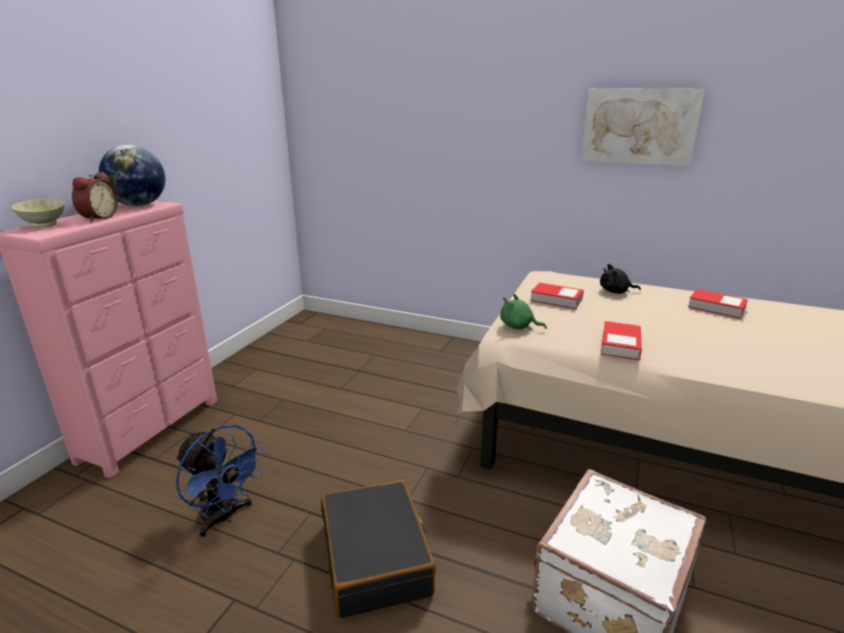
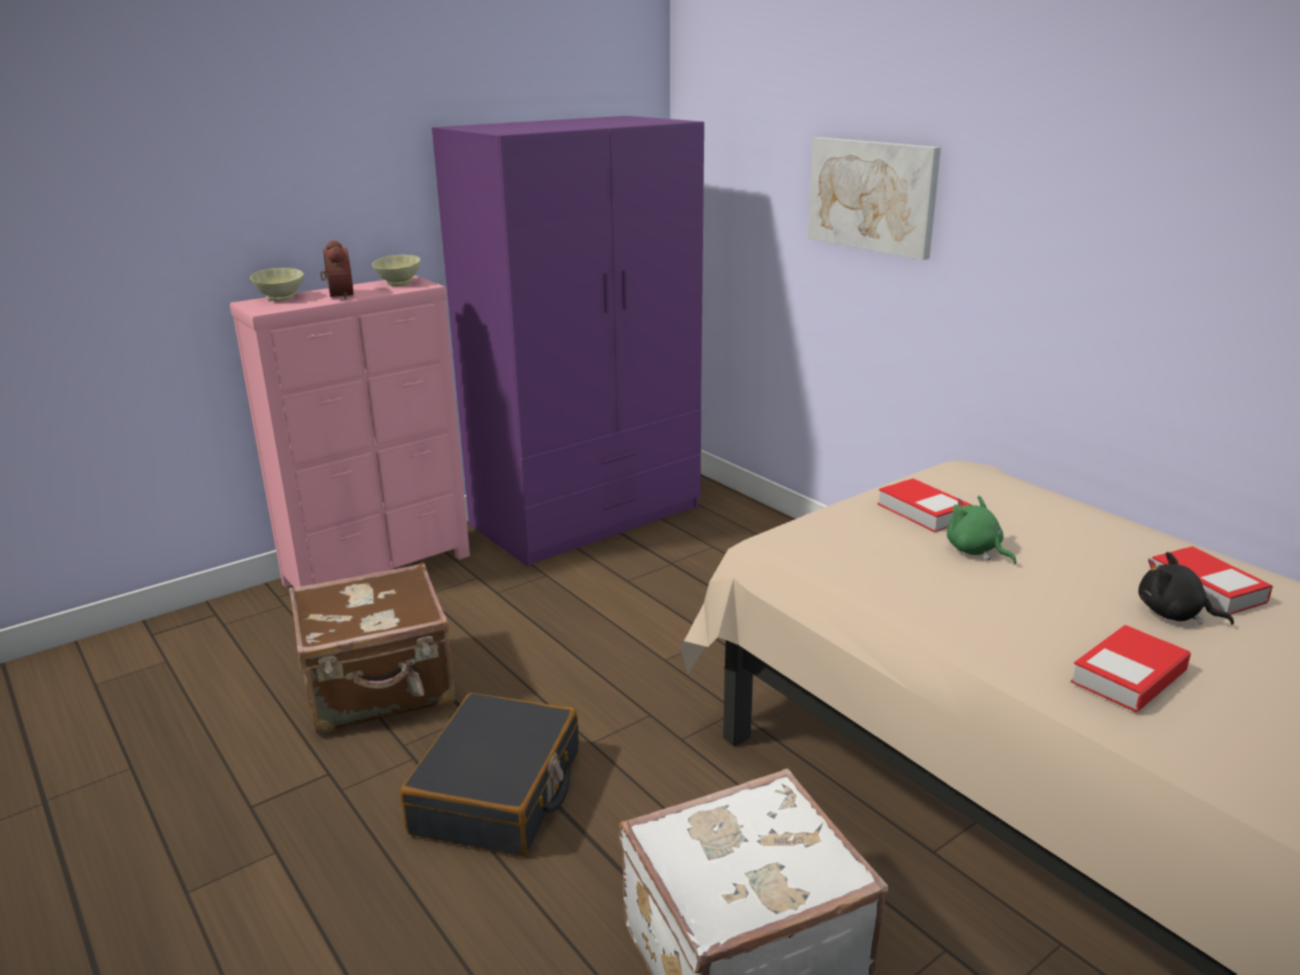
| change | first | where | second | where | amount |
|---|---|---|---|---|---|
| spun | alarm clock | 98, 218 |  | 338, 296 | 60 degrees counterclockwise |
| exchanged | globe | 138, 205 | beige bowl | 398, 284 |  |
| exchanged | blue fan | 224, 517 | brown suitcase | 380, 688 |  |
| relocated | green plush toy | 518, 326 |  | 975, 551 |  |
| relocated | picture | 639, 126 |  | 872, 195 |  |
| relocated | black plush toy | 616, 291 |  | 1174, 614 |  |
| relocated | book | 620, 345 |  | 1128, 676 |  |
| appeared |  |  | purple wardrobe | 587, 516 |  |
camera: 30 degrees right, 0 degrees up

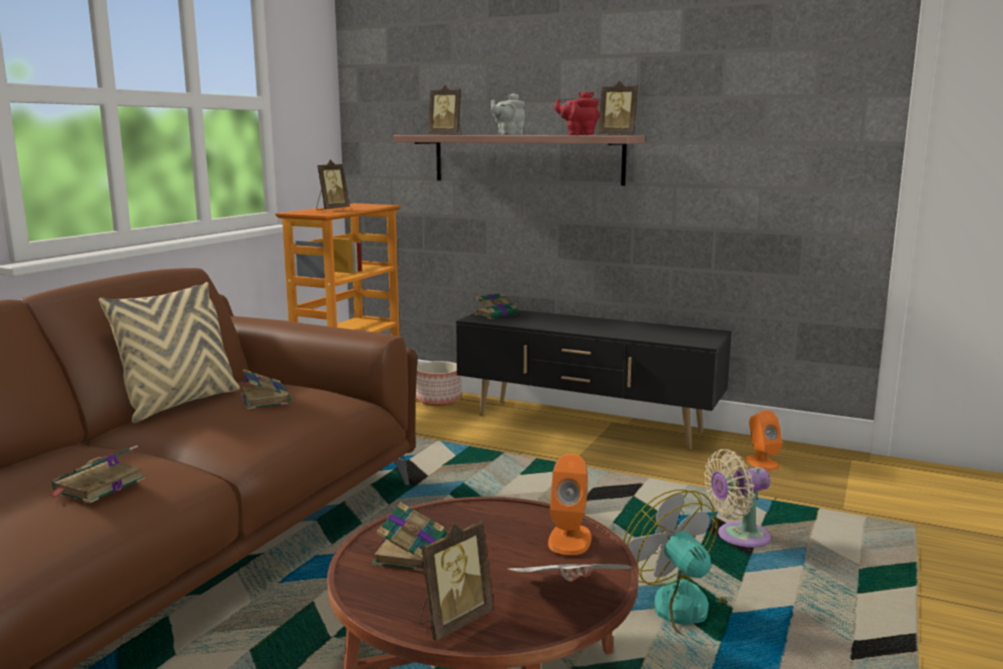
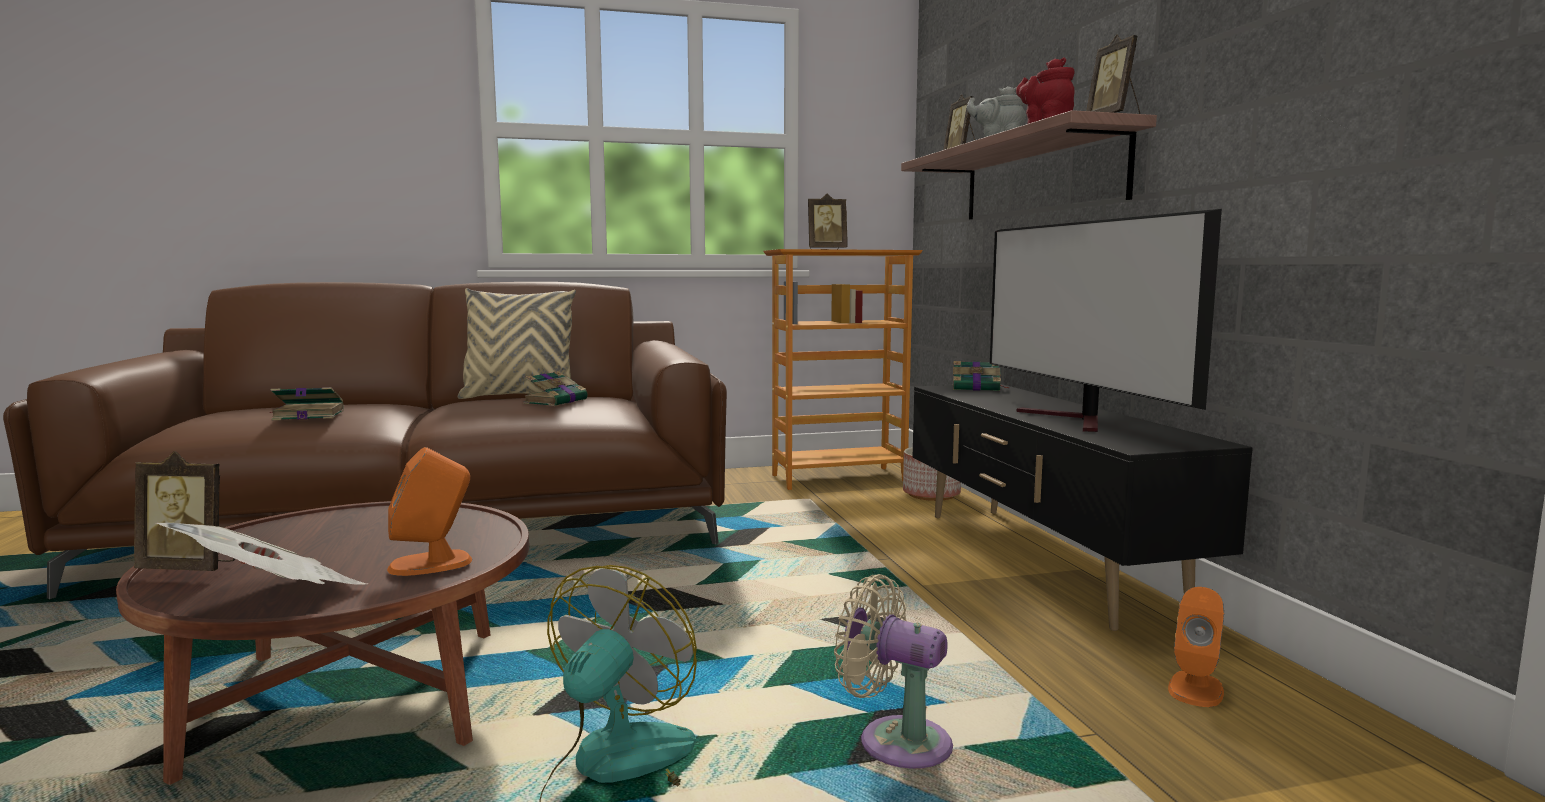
| change | first | where | second | where | amount |
|---|---|---|---|---|---|
| missing | book | 411, 551 |  |  |  |
| appeared |  |  | television | 1076, 421 |  |
camera: 50 degrees right, 5 degrees down

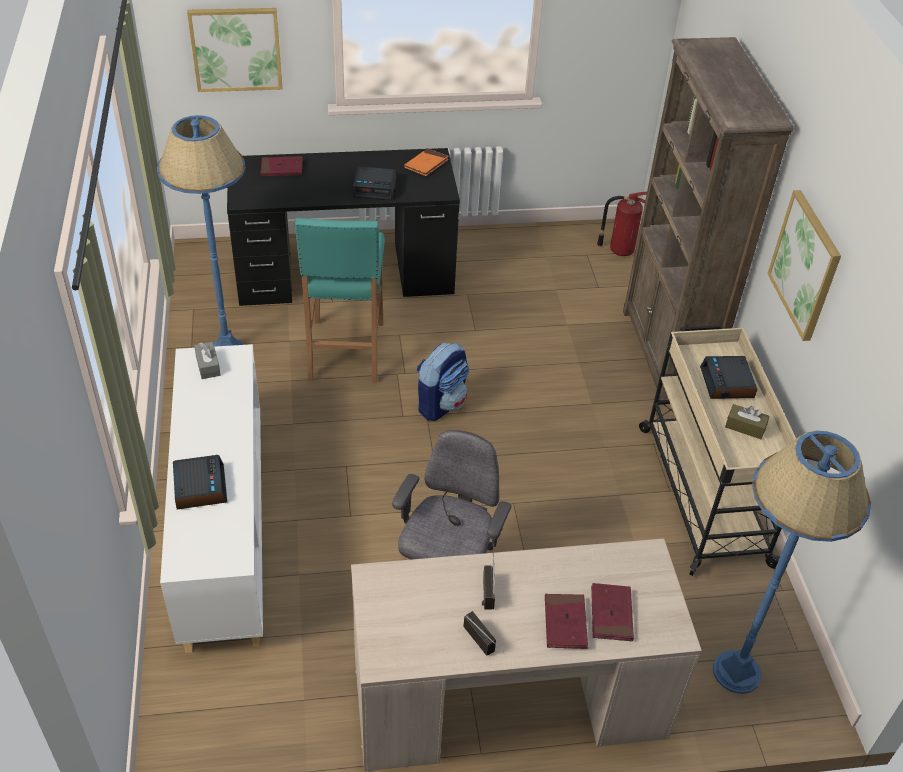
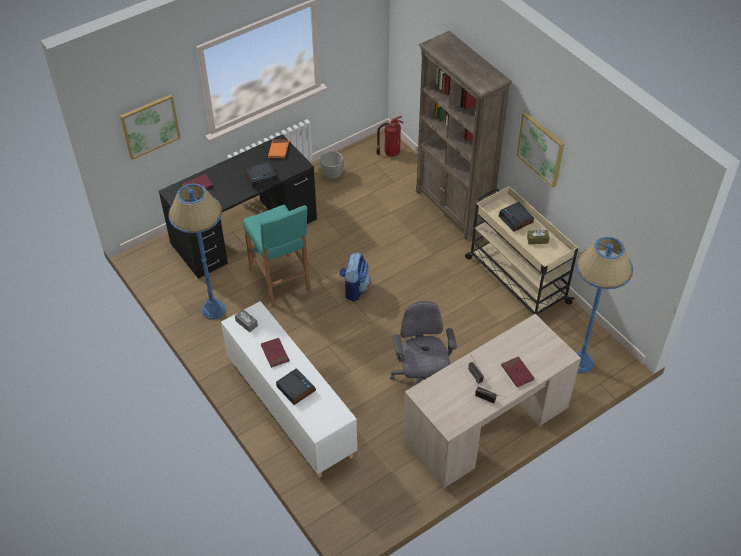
| change | first | where | second | where | amount |
|---|---|---|---|---|---|
| relocated | red book | 611, 614 |  | 275, 353 |  |
| appeared |  |  | planter | 332, 174 |  |
camera: 25 degrees left, 5 degrees up

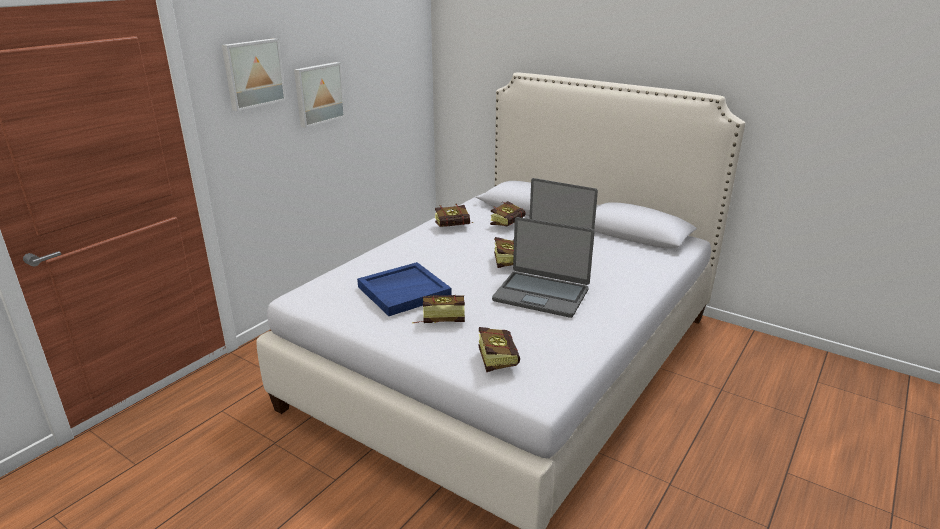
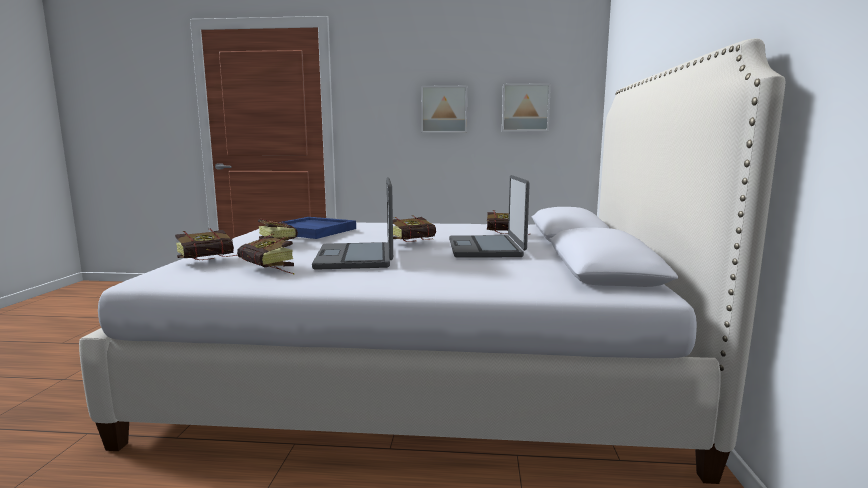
| change | first | where | second | where | amount |
|---|---|---|---|---|---|
| relocated | picture | 253, 73 |  | 525, 108 |  |
| relocated | book | 456, 227 |  | 270, 270 |  |
camera: 60 degrees right, 15 degrees down

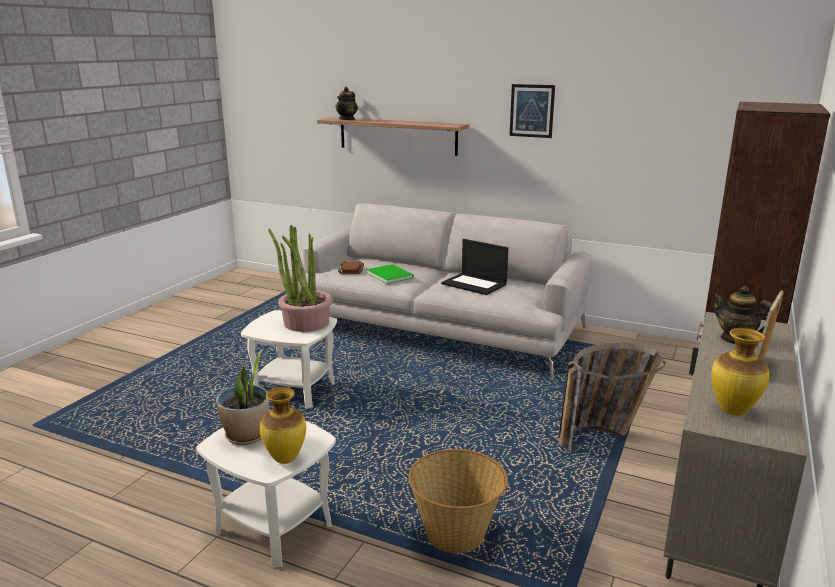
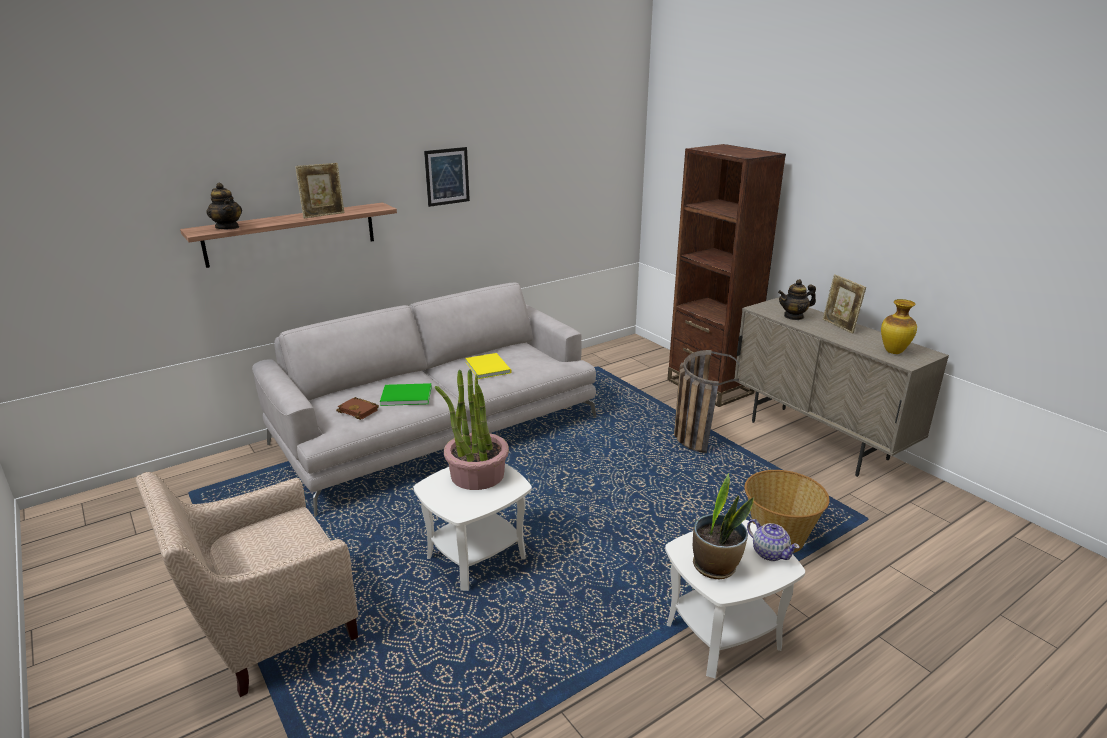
| change | first | where | second | where | amount |
|---|---|---|---|---|---|
| exchanged | vase | 286, 459 | teapot | 769, 553 |  |
| exchanged | laptop | 475, 284 | yellow book | 488, 366 |  |
| appeared |  |  | beige armchair | 267, 629 |  |
| appeared |  |  | picture frame | 324, 215 |  |
camera: 60 degrees left, 5 degrees up

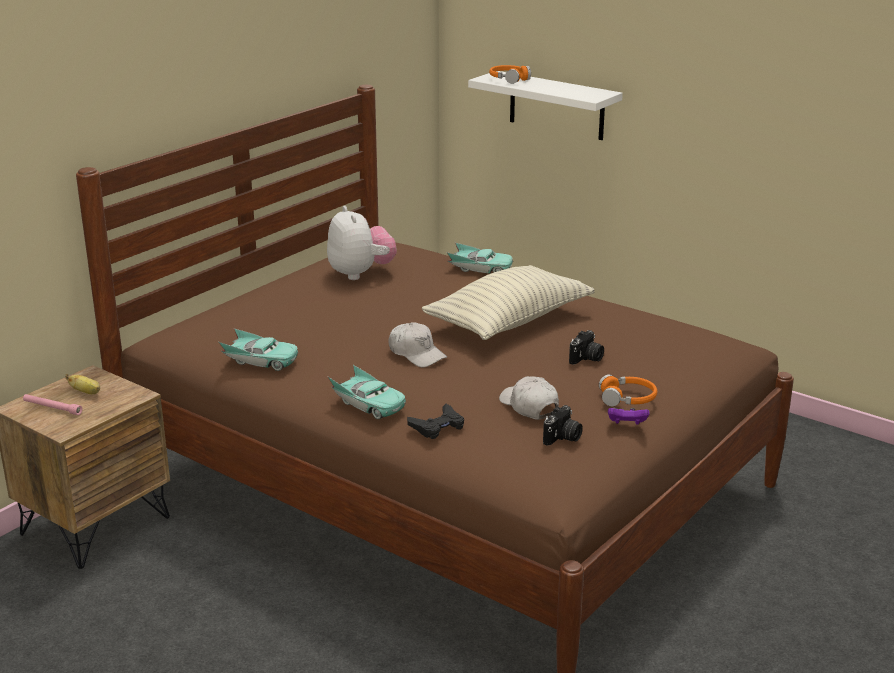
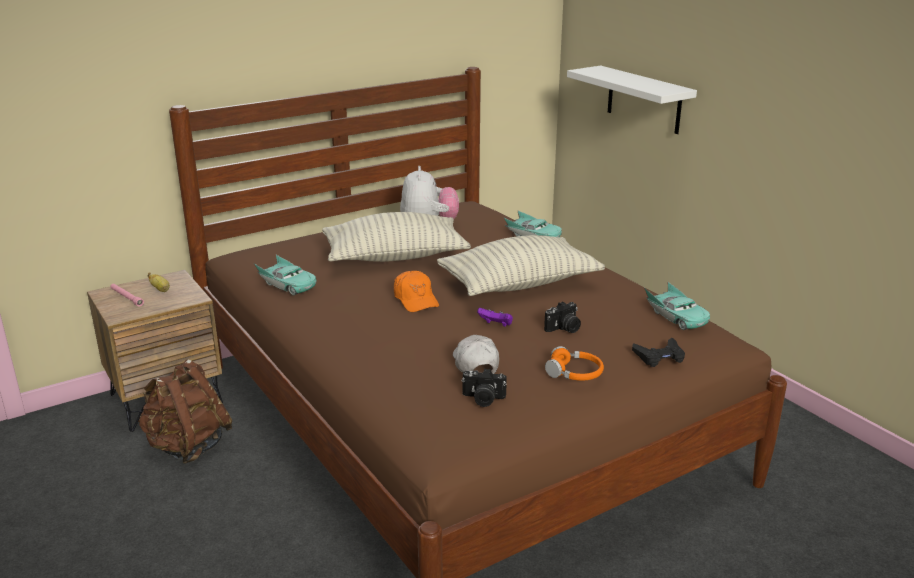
| change | first | where | second | where | amount |
|---|---|---|---|---|---|
| relocated | turquoise toy car | 368, 404 |  | 676, 316 |  |
| colour | white cap | 416, 354 | orange cap | 415, 299 |  |
| relocated | black game controller | 437, 426 |  | 659, 357 |  |
| missing | orange headphones | 509, 79 |  |  |  |
| spun | photo camera | 563, 438 |  | 483, 399 | 45 degrees clockwise |
| relocated | purple game controller | 627, 424 |  | 496, 325 |  |
| appeared |  |  | brown backpack | 188, 447 |  |
| appeared |  |  | pillow | 395, 257 |  |
camera: 20 degrees right, 0 degrees up

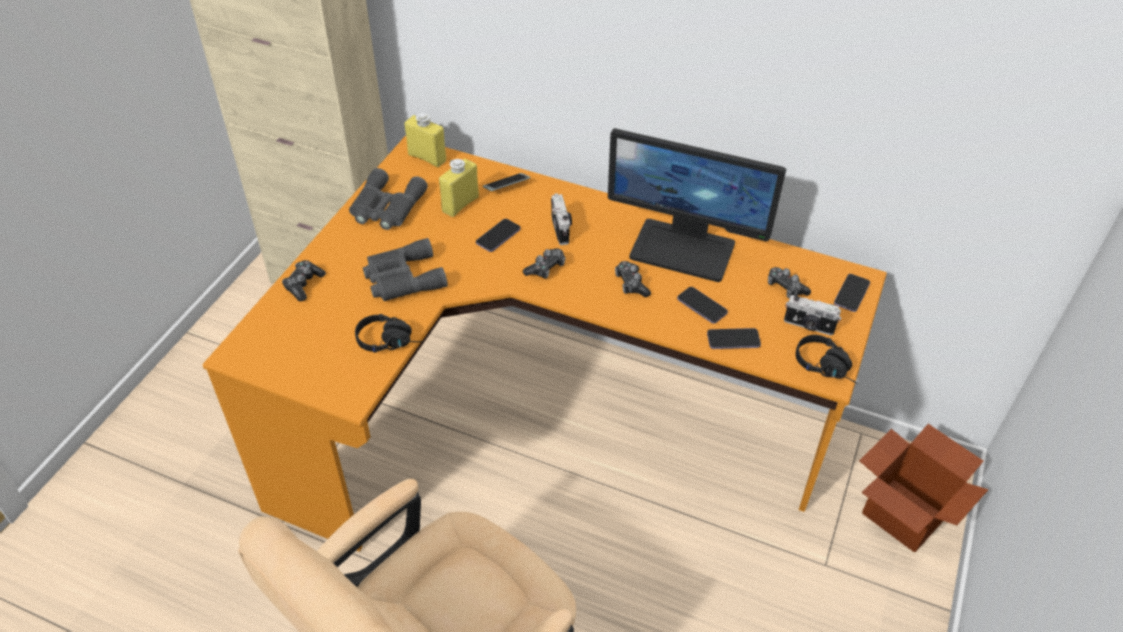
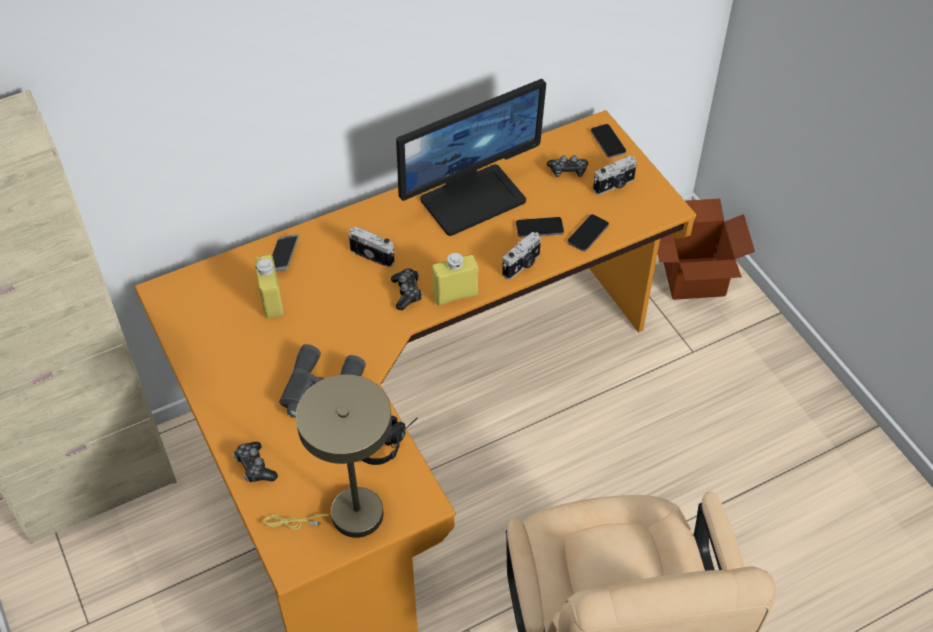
| change | first | where | second | where | amount |
|---|---|---|---|---|---|
| missing | grey binoculars | 386, 207 |  |  |  |
| relocated | yellow bottle | 427, 157 |  | 455, 295 |  |
| missing | phone | 498, 236 |  |  |  |
| missing | game controller | 631, 284 |  |  |  |
| missing | black headphones | 827, 368 |  |  |  |
| appeared |  |  | beige table lamp | 347, 516 |  |
| appeared |  |  | photo camera | 522, 265 |  |
camera: 50 degrees left, 5 degrees up

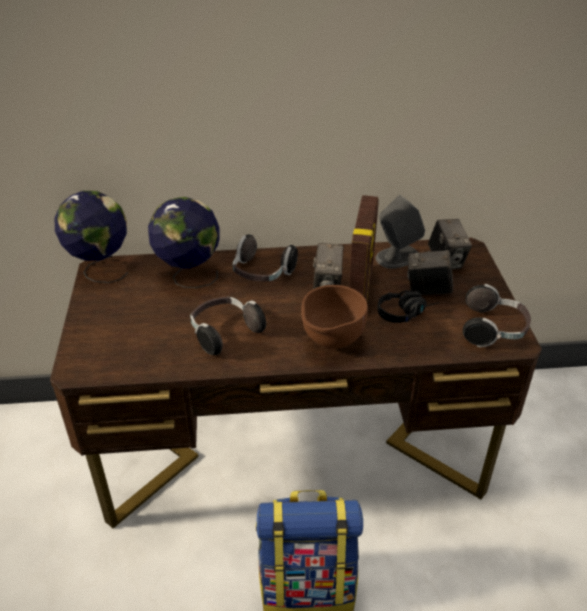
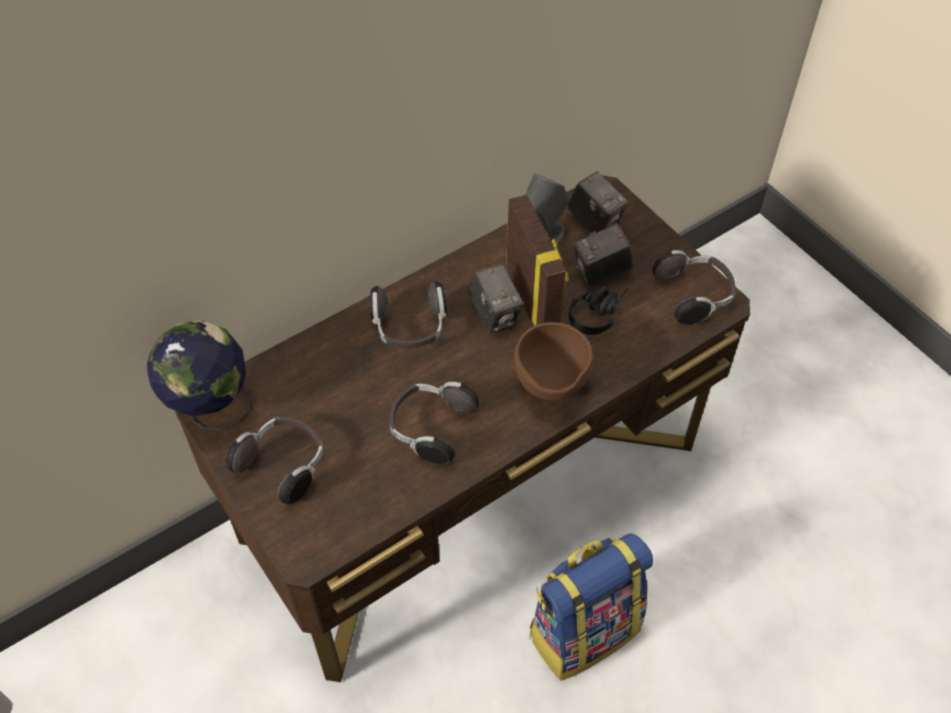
| change | first | where | second | where | amount |
|---|---|---|---|---|---|
| missing | globe | 189, 277 |  |  |  |
| appeared |  |  | headphones | 284, 465 |  |
camera: 30 degrees left, 15 degrees up

